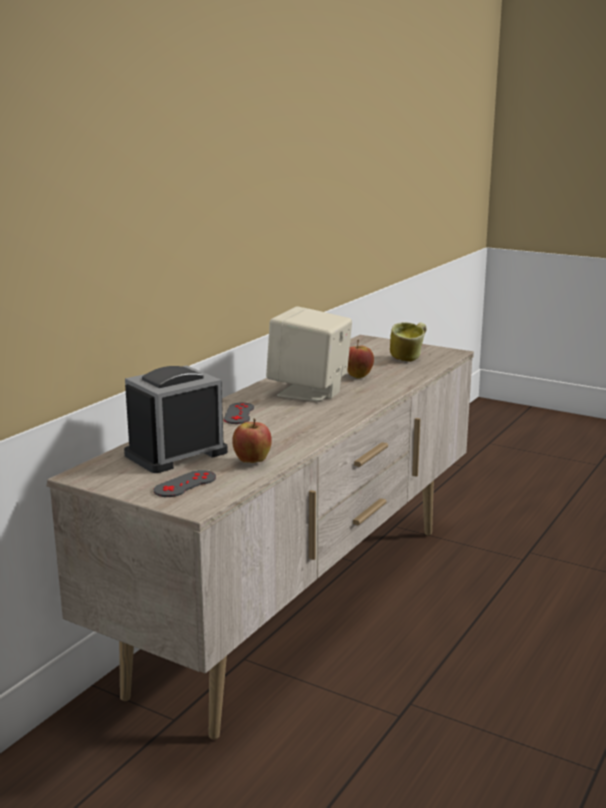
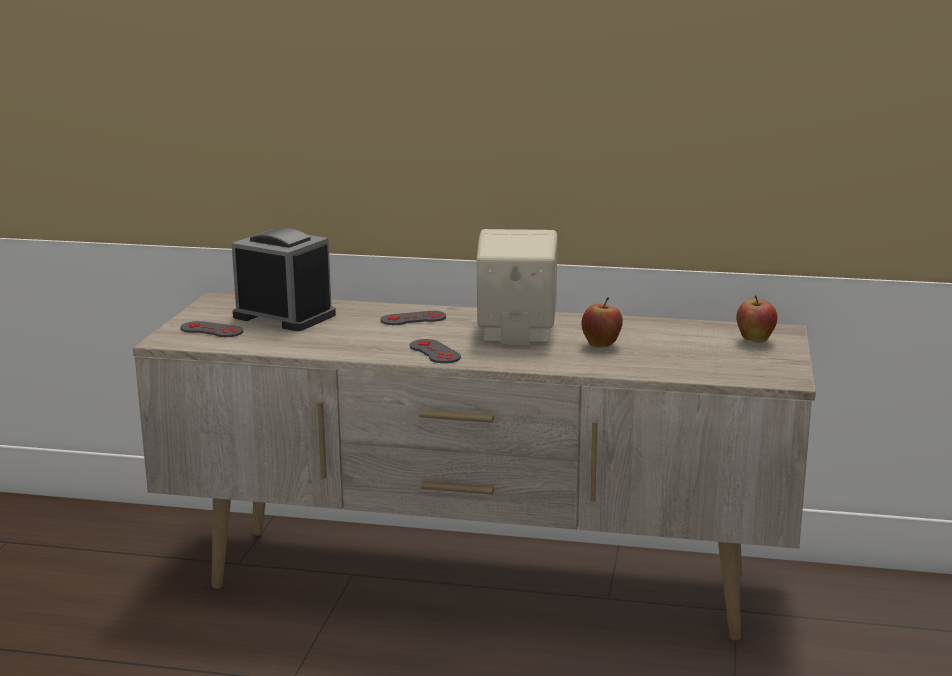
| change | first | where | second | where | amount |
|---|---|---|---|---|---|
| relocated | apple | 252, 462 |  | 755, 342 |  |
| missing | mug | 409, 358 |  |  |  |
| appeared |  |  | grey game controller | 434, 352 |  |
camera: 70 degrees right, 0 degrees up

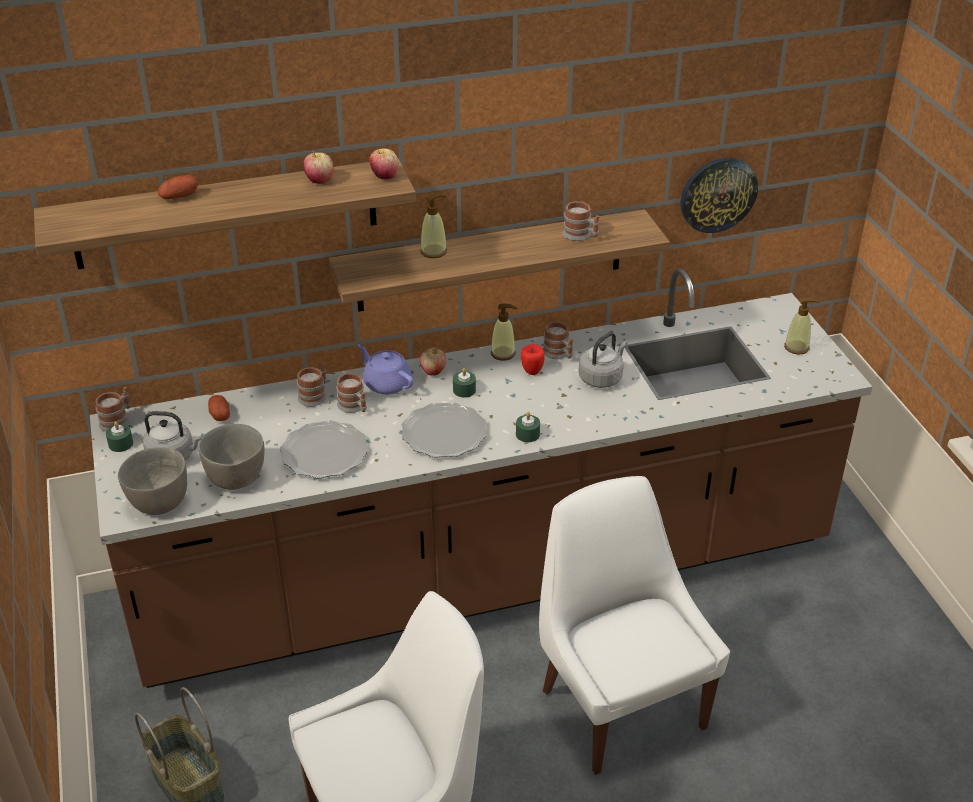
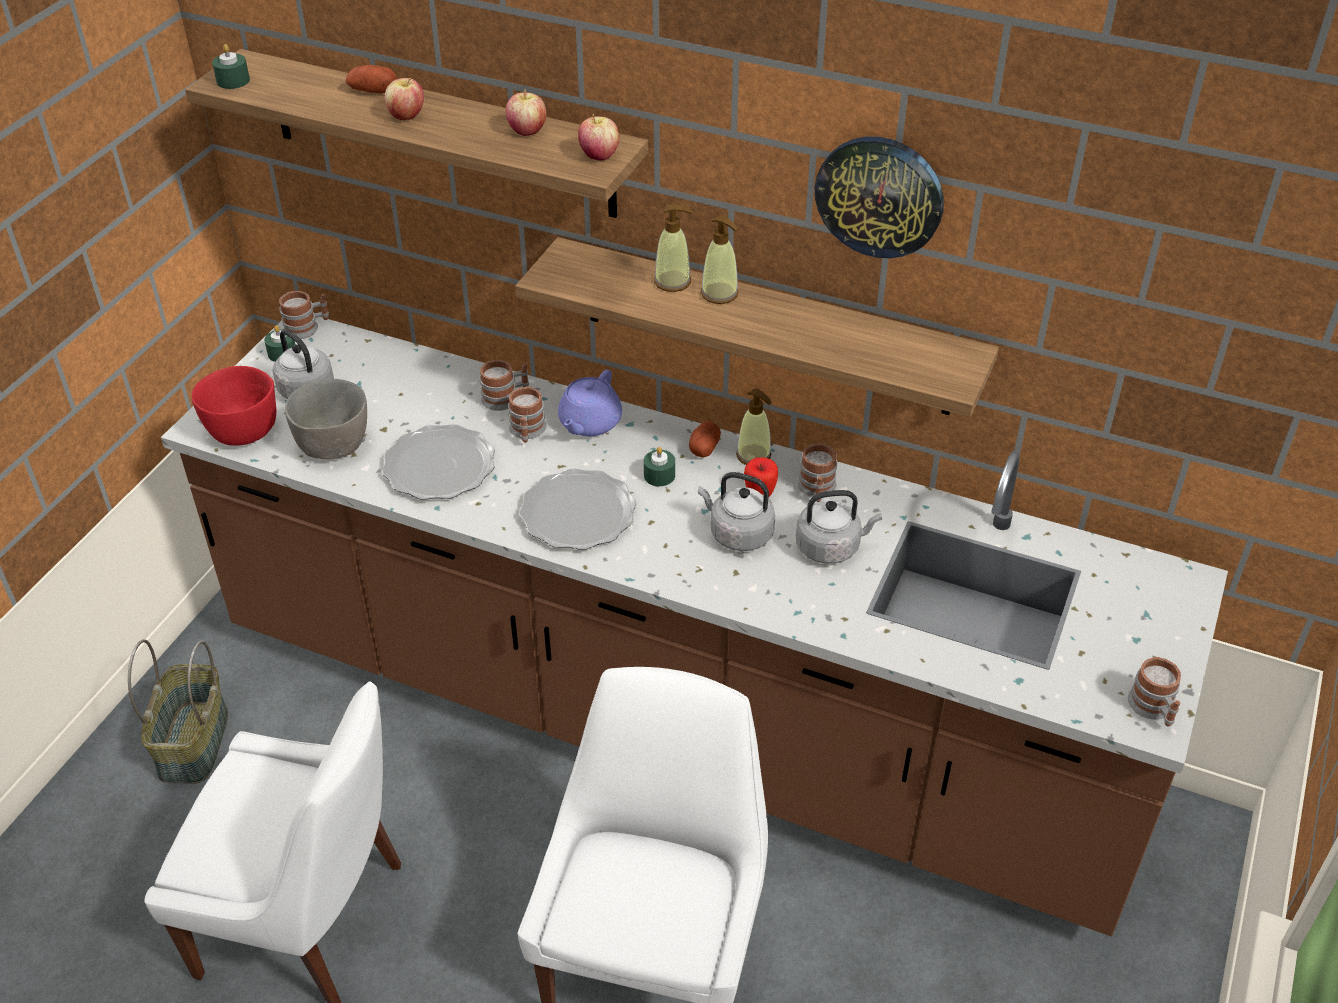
| change | first | where | second | where | amount |
|---|---|---|---|---|---|
| colour | grey bowl | 158, 502 | red bowl | 242, 431 |  |
| relocated | potato | 219, 414 |  | 704, 447 |  |
| spun | purple teapot | 386, 383 |  | 589, 423 | 150 degrees counterclockwise |
| relocated | apple | 433, 371 |  | 406, 116 |  |
| relocated | green candle | 527, 434 |  | 233, 80 |  |
| relocated | mug | 581, 235 |  | 1154, 709 |  |
| relocated | wall clock | 718, 194 |  | 879, 196 |  |
| relocated | soap dispenser | 797, 347 |  | 719, 294 |  |
| appeared |  |  | grey kettle | 738, 534 |  |
camera: 40 degrees right, 5 degrees up

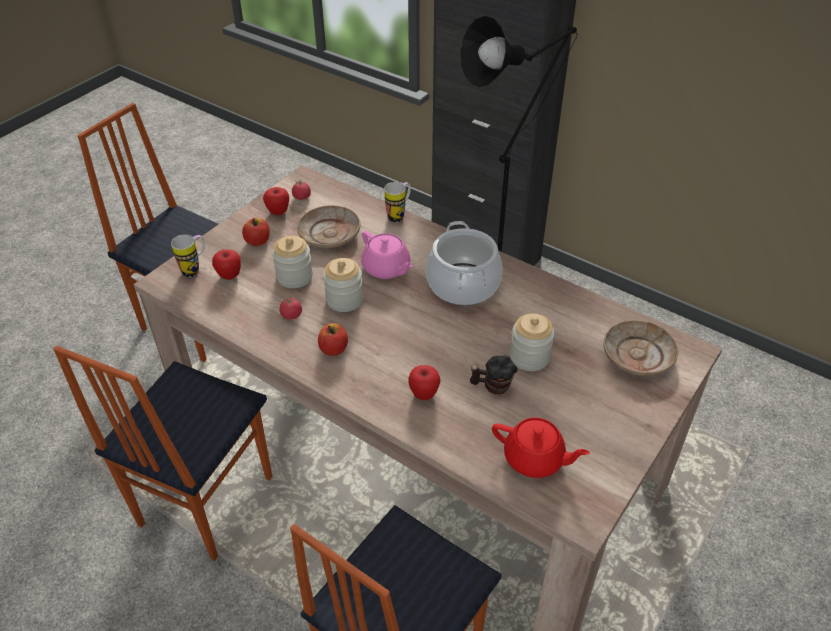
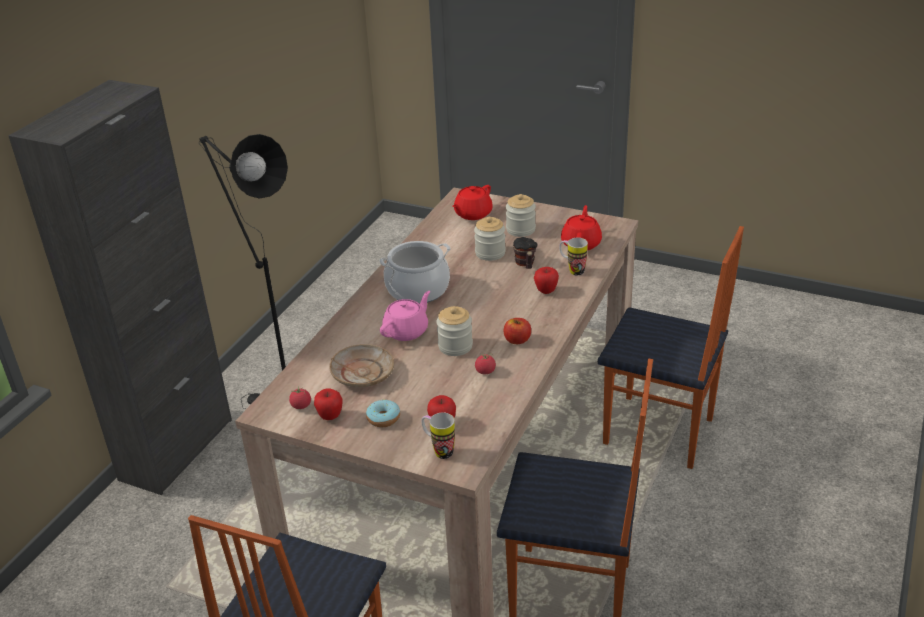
| change | first | where | second | where | amount |
|---|---|---|---|---|---|
| exchanged | apple | 258, 241 | donut | 383, 418 |  |
| relocated | jar | 294, 277 |  | 520, 229 |  |
| relocated | mug | 399, 215 |  | 572, 270 |  |
| exchanged | beige plate | 637, 355 | red teapot | 472, 214 |  |
camera: 100 degrees left, 10 degrees down

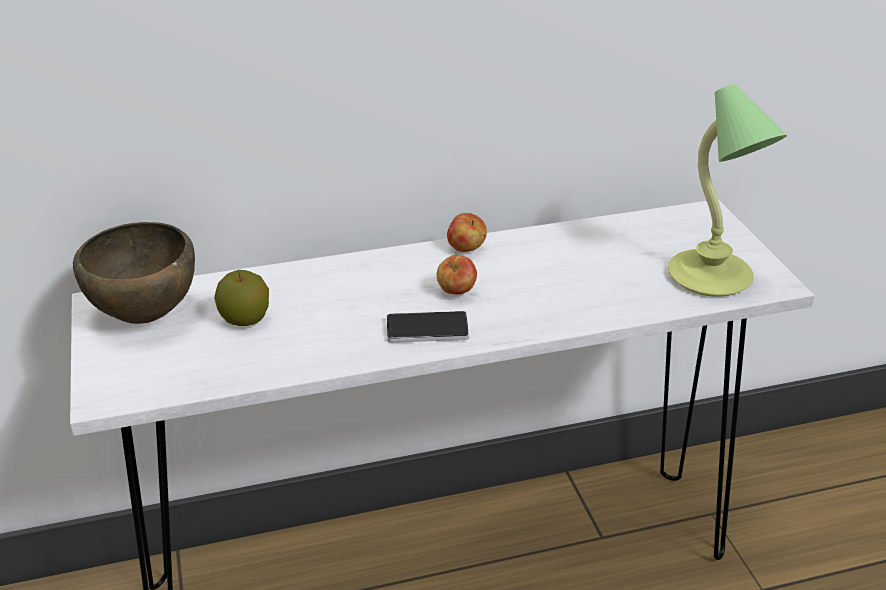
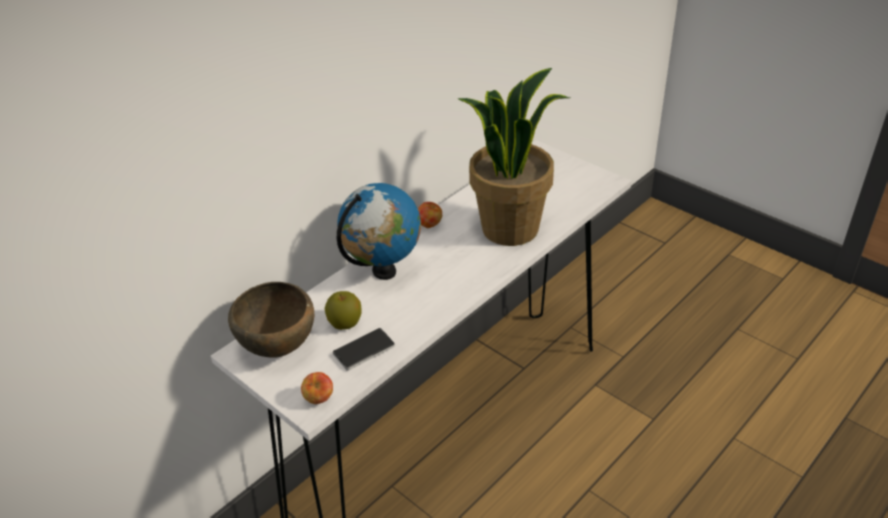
| change | first | where | second | where | amount |
|---|---|---|---|---|---|
| relocated | phone | 427, 329 |  | 364, 350 |  |
| relocated | apple | 457, 292 |  | 319, 399 |  |
| missing | table lamp | 711, 277 |  |  |  |
| appeared |  |  | globe | 384, 272 |  |
| appeared |  |  | potted plant | 510, 228 |  |
camera: 30 degrees left, 5 degrees up

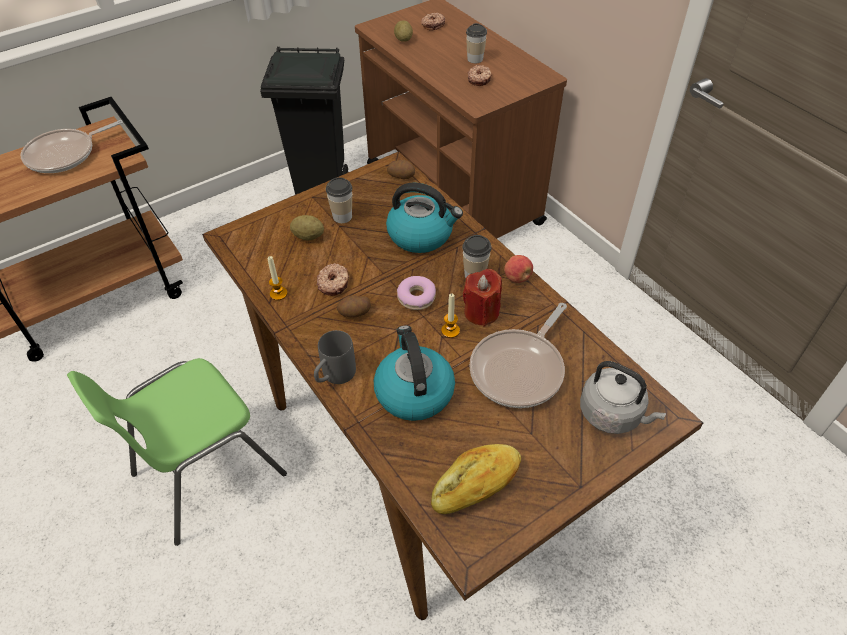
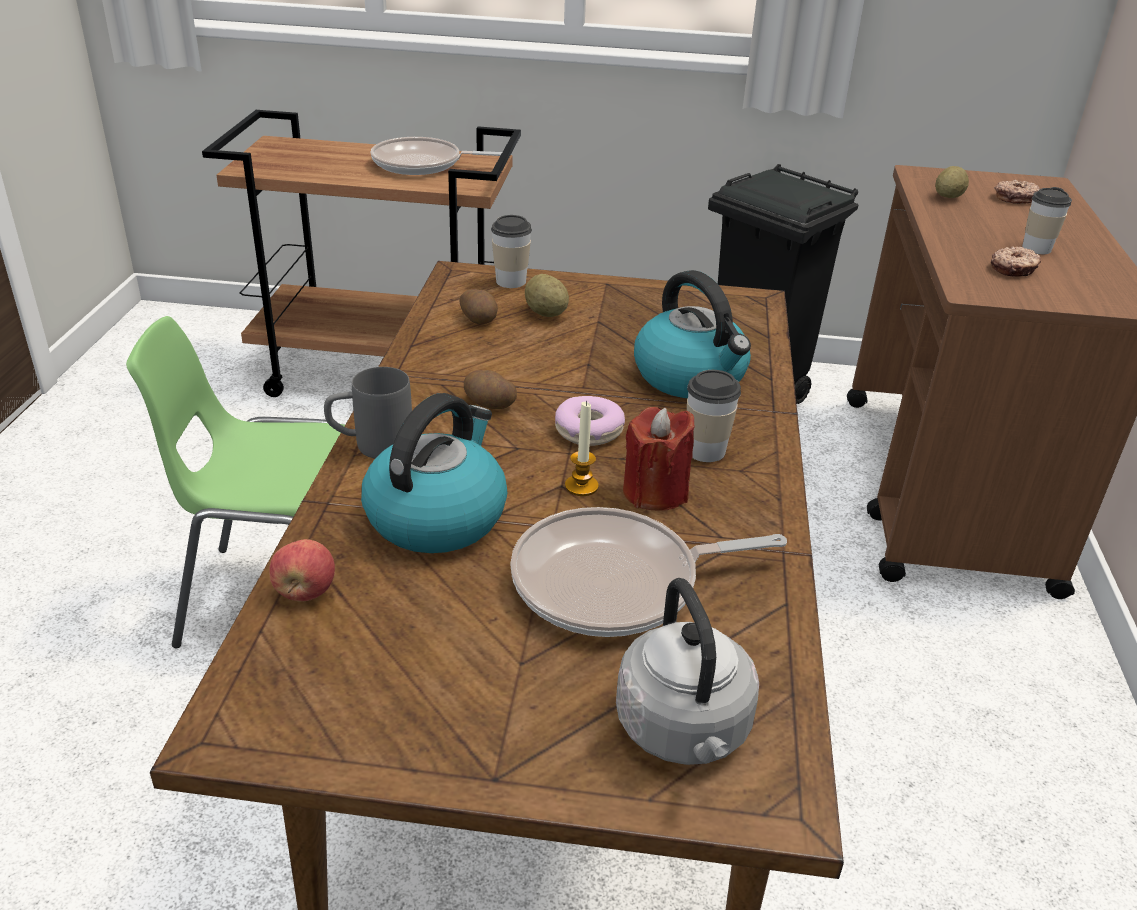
| change | first | where | second | where | amount |
|---|---|---|---|---|---|
| missing | candle | 278, 294 |  |  |  |
| missing | donut | 334, 283 |  |  |  |
| relocated | cup | 342, 216 |  | 511, 281 |  |
| relocated | potato | 401, 176 |  | 479, 319 |  |
| missing | bread | 476, 485 |  |  |  |
| relocated | apple | 517, 277 |  | 305, 592 |  |
camera: 40 degrees right, 15 degrees down

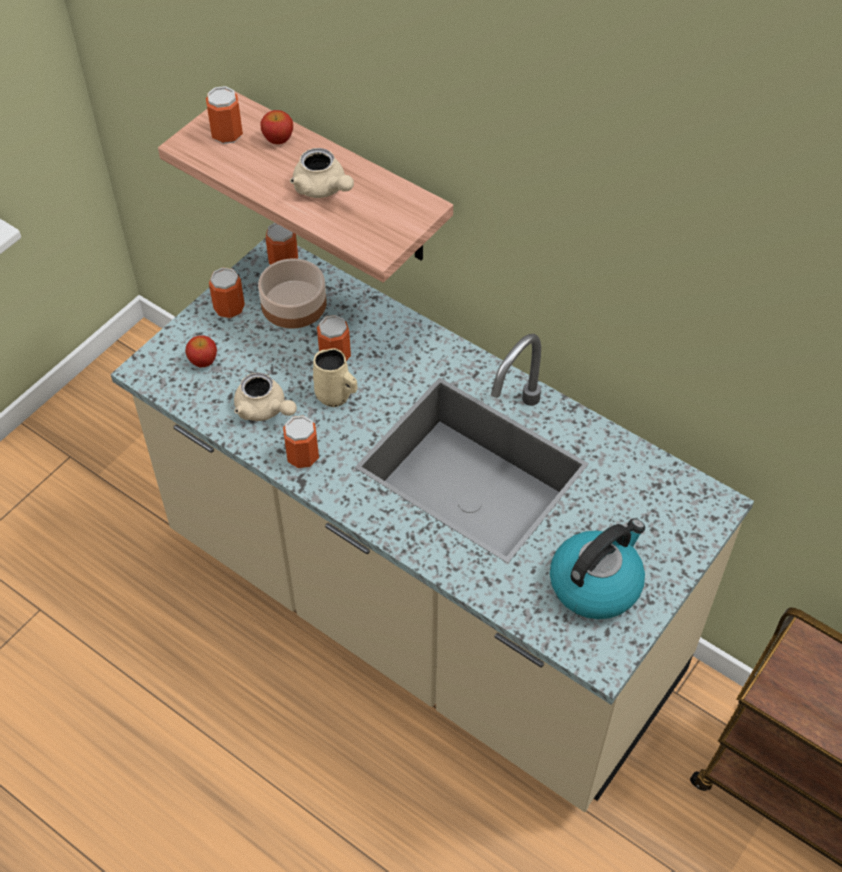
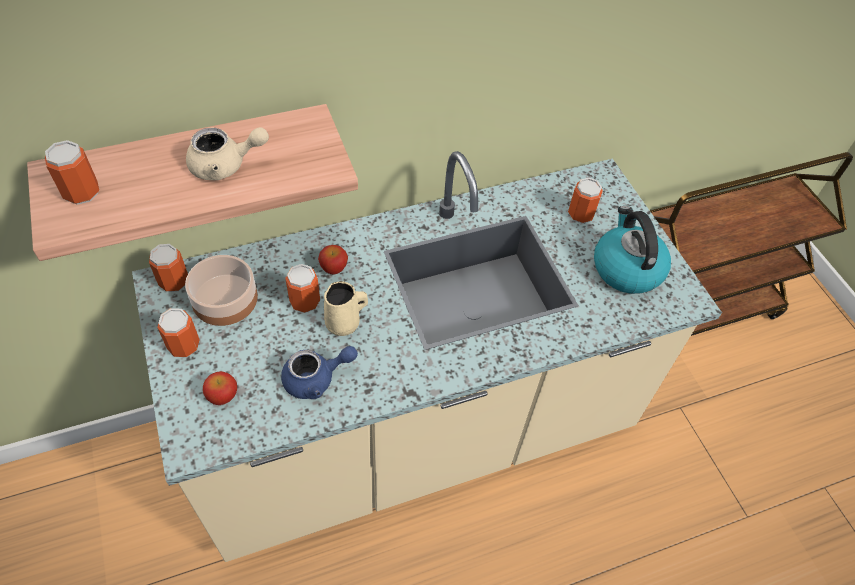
| change | first | where | second | where | amount |
|---|---|---|---|---|---|
| colour | beige teapot | 264, 410 | blue teapot | 316, 379 |  |
| relocated | apple | 278, 139 |  | 334, 268 |  |
| relocated | can | 302, 456 |  | 580, 214 |  |
camera: 60 degrees left, 0 degrees up

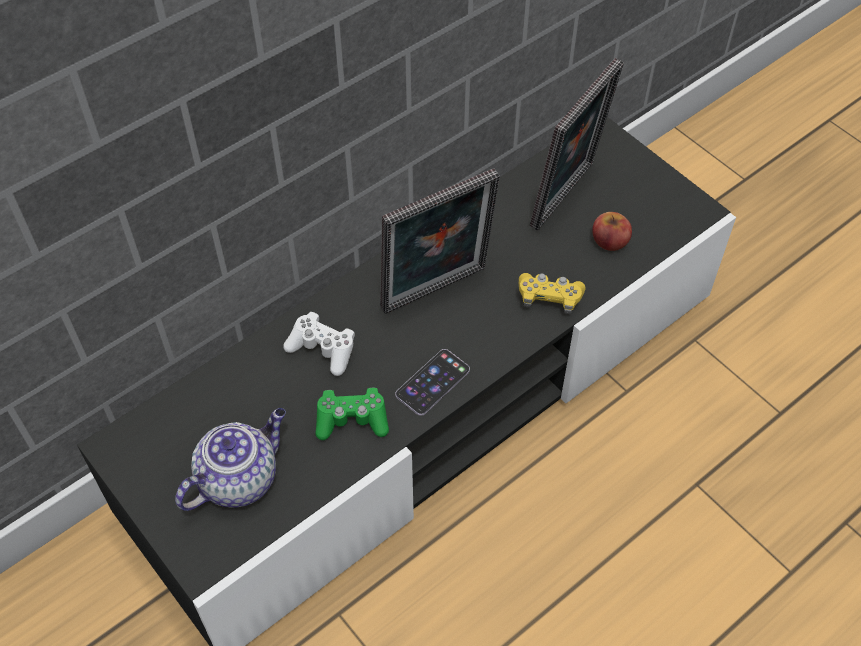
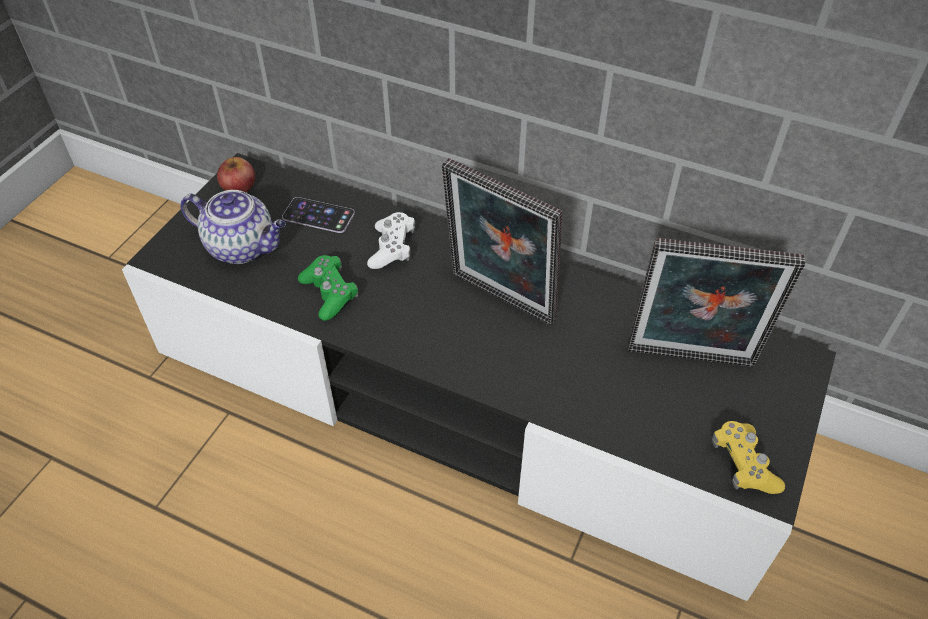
| change | first | where | second | where | amount |
|---|---|---|---|---|---|
| relocated | phone | 432, 382 |  | 318, 215 |  |
| relocated | yellow game controller | 549, 298 |  | 743, 464 |  |
| relocated | apple | 610, 240 |  | 238, 186 |  |
camera: 65 degrees right, 5 degrees down

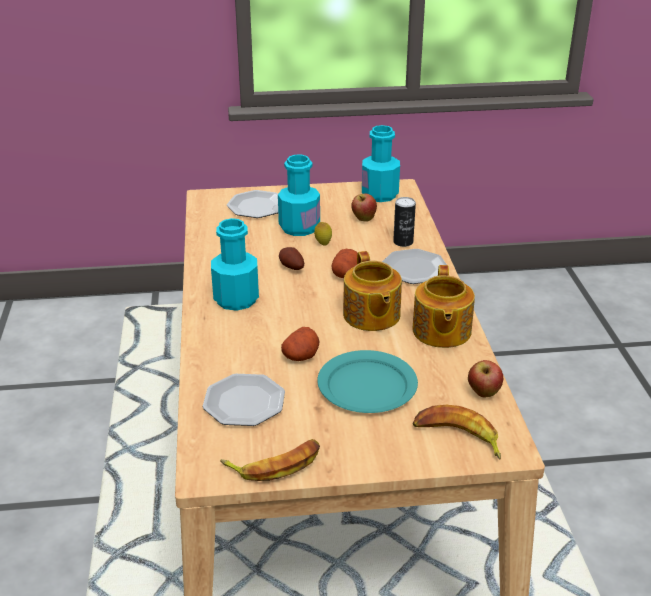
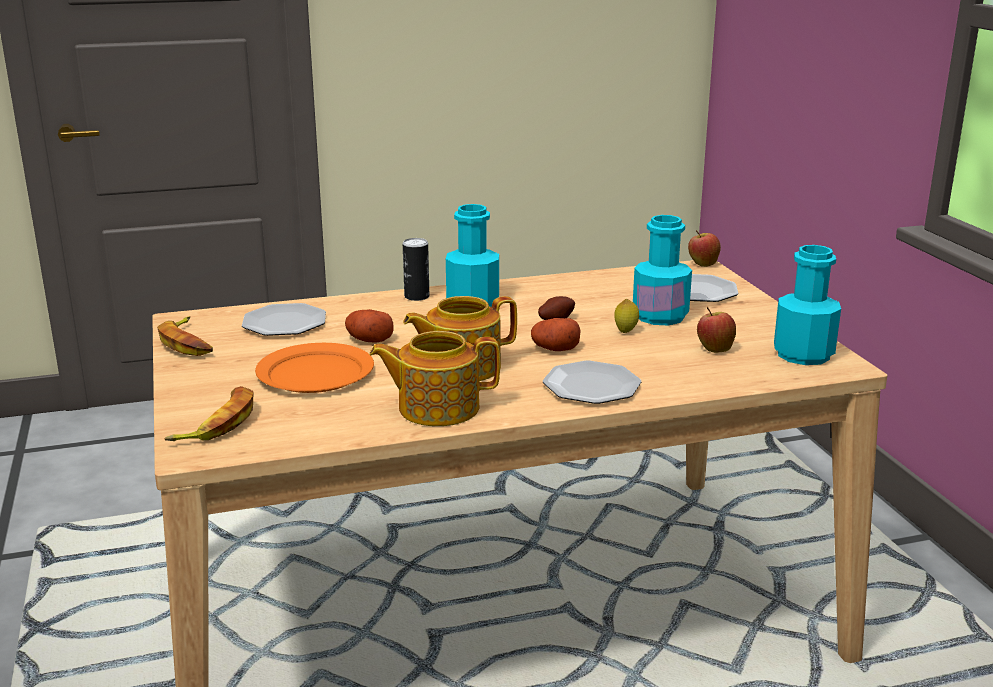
| change | first | where | second | where | amount |
|---|---|---|---|---|---|
| colour | turquoise plate | 366, 385 | orange plate | 316, 373 |  |
| relocated | can | 403, 242 |  | 416, 296 |  |
| relocated | apple | 483, 393 |  | 702, 264 |  |
camera: 80 degrees right, 10 degrees down

